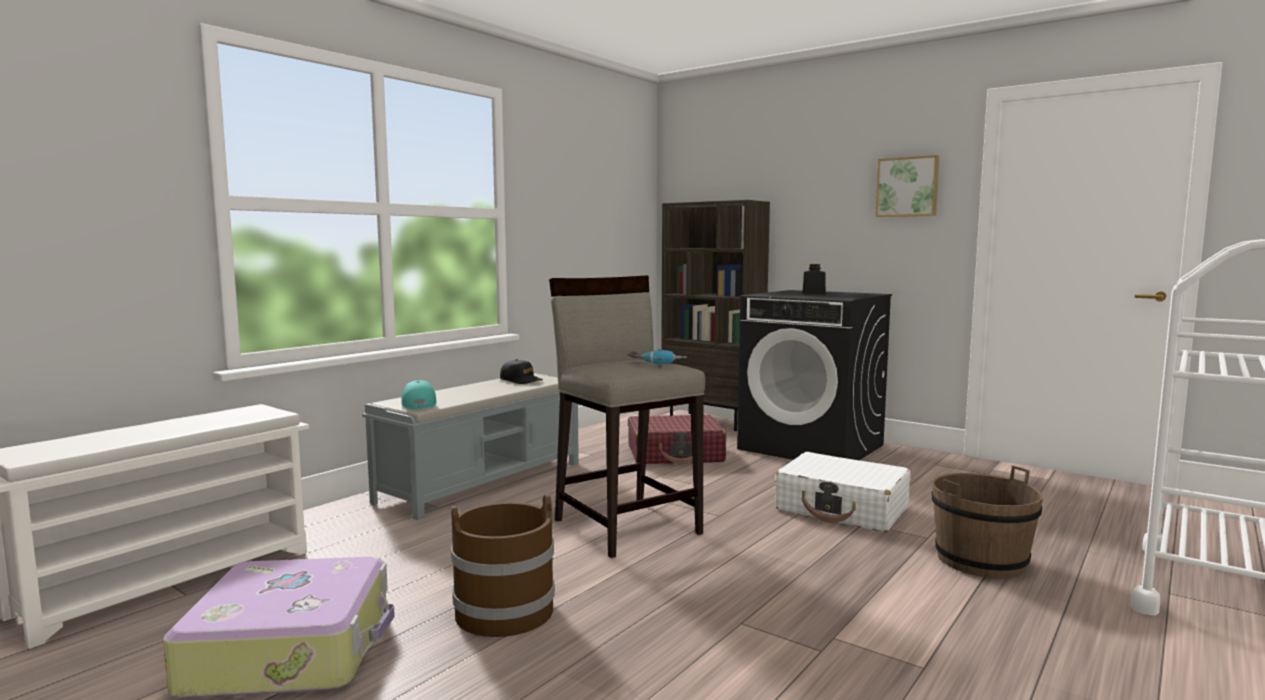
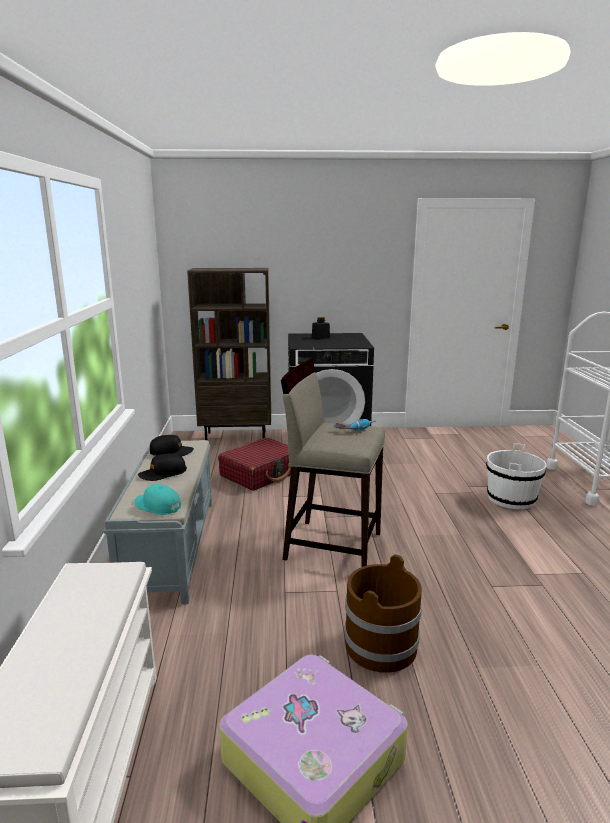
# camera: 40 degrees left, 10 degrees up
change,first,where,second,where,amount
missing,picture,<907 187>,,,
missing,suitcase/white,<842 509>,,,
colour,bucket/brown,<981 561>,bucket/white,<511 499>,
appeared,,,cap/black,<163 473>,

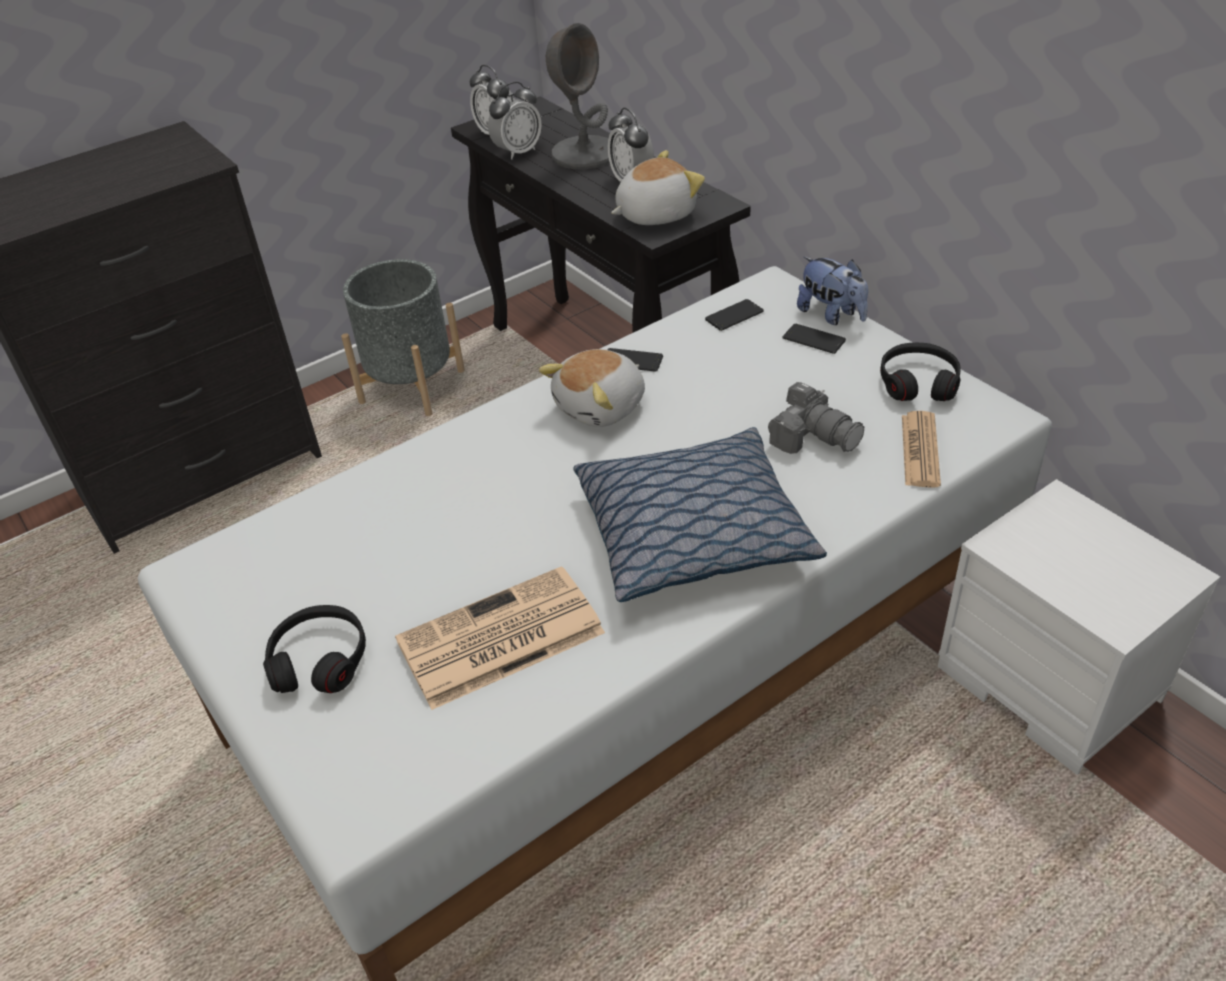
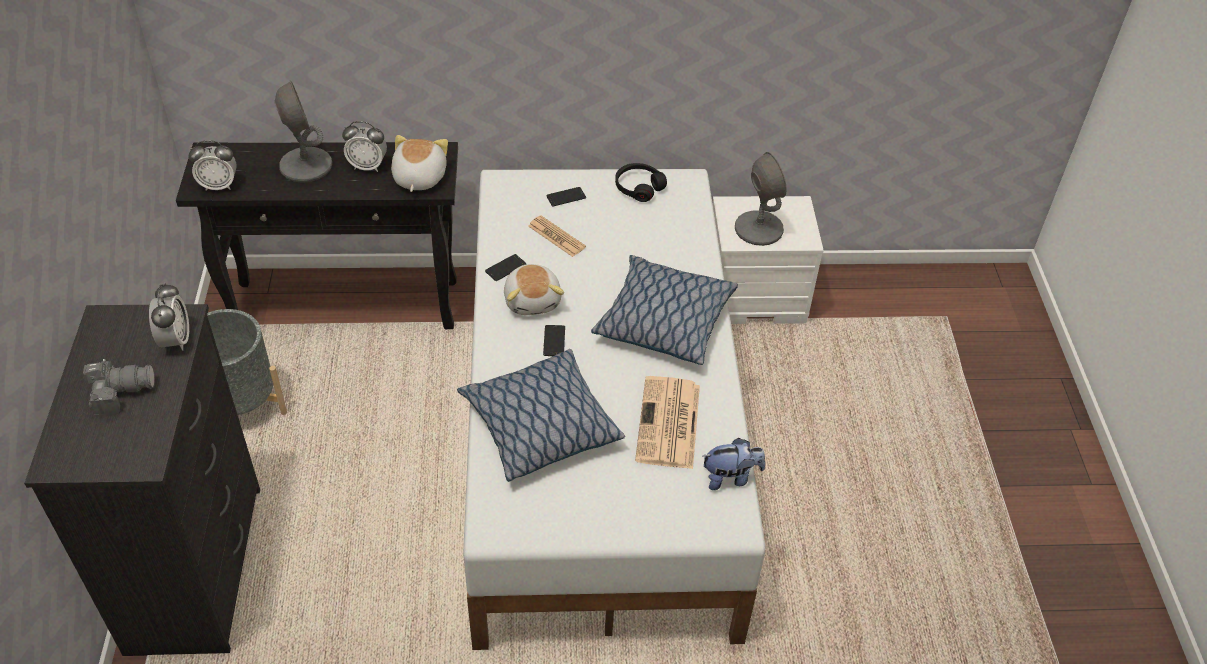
# camera: 60 degrees left, 5 degrees up
change,first,where,second,where,amount
relocated,alarm clock,<518 152>,,<175 340>,
relocated,plush toy,<832 315>,,<730 477>,
relocated,phone,<734 316>,,<554 341>,
relocated,photo camera,<813 436>,,<120 392>,
relocated,newspaper,<920 450>,,<556 237>,
missing,headphones/black,<319 660>,,,
appeared,,,table lamp/grey,<758 229>,
appeared,,,pillow,<540 426>,

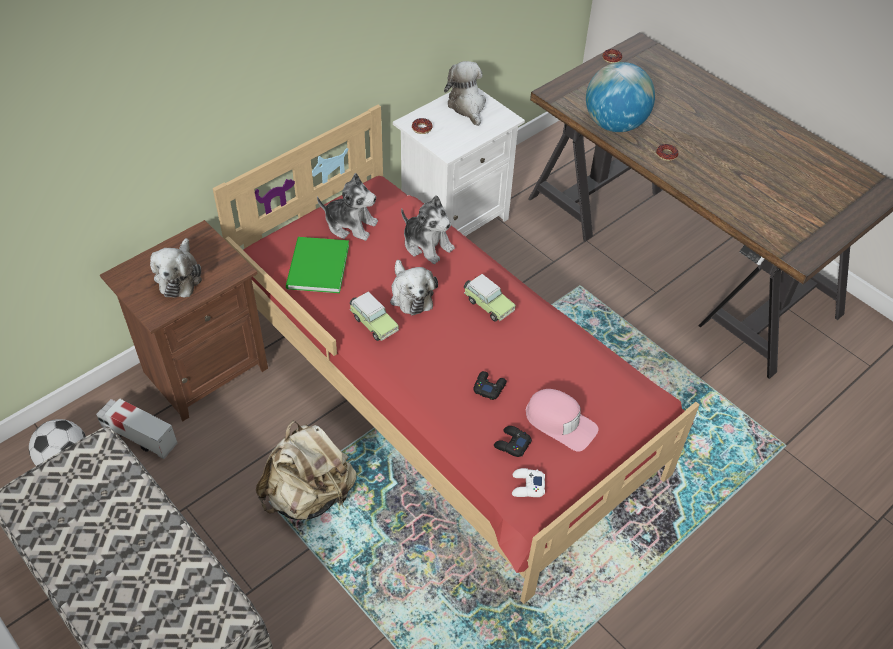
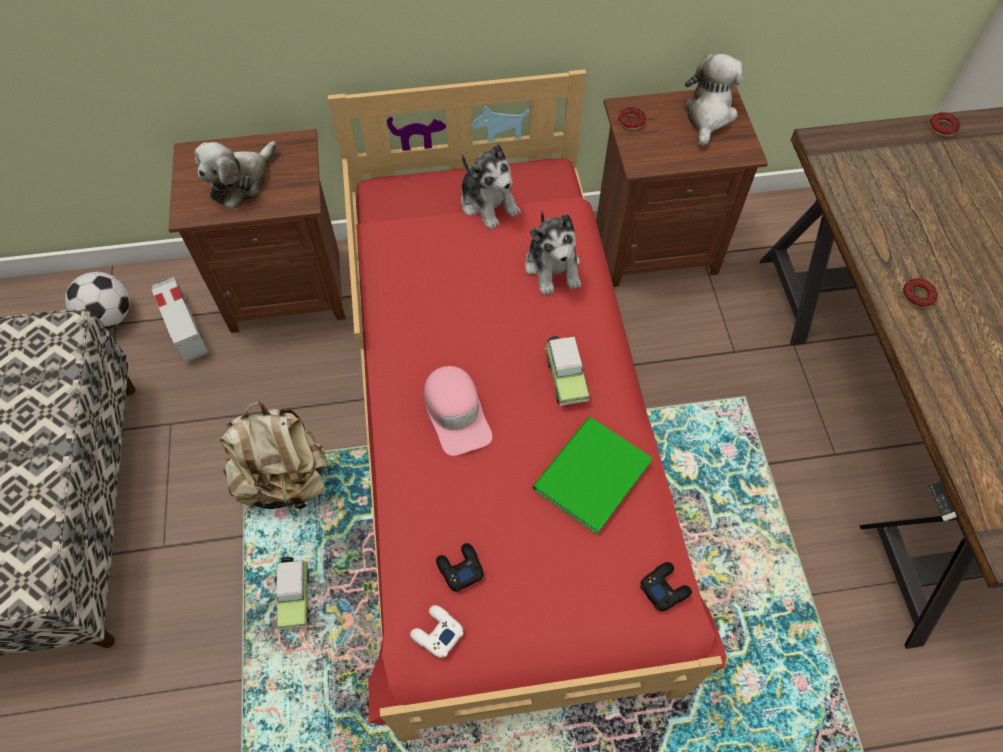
# camera: 35 degrees right, 10 degrees up
change,first,where,second,where,amount
missing,globe,<614 125>,,,
colour,nightstand/white,<453 219>,nightstand/brown,<654 245>,
relocated,book/green,<316 268>,,<588 476>,
missing,plush toy,<410 295>,,,
relocated,toy car,<373 323>,,<295 595>,
relocated,game controller/black,<489 387>,,<664 588>,
relocated,cap/pink,<560 422>,,<456 413>,

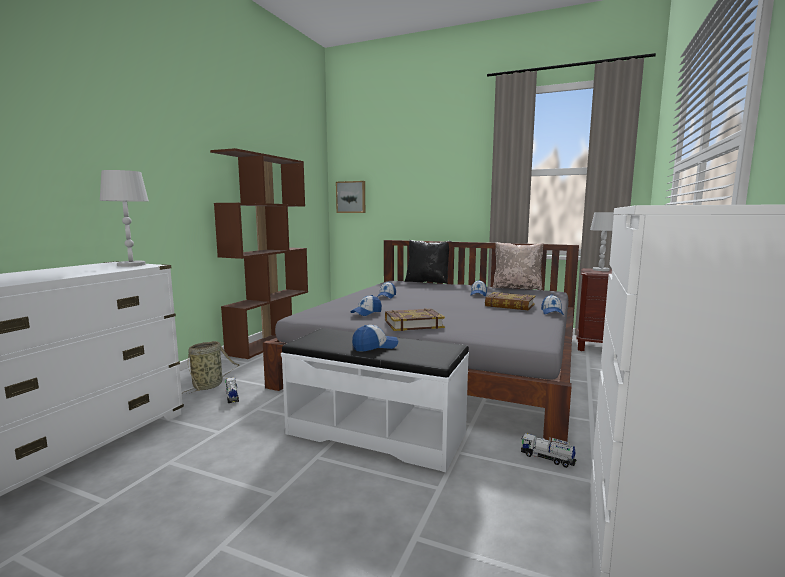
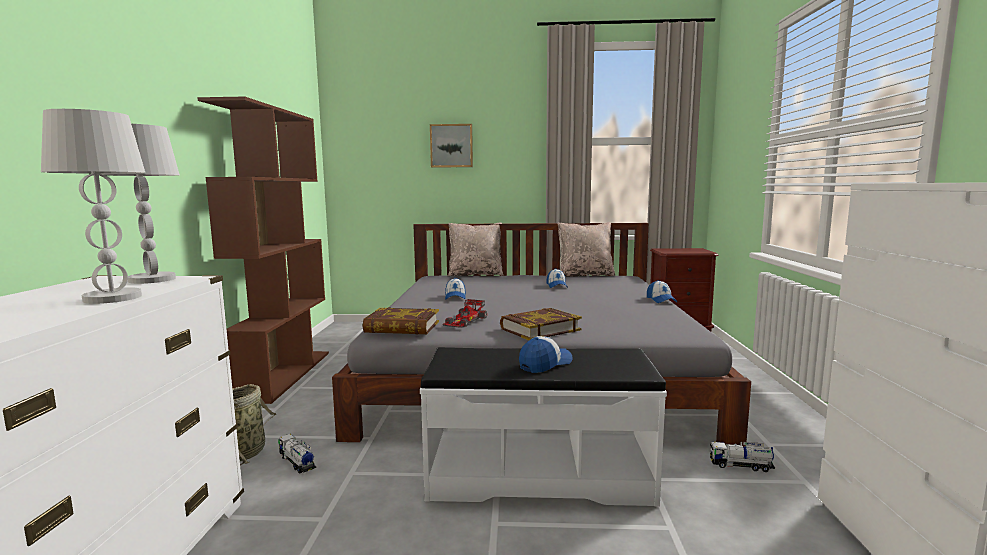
# camera: 20 degrees left, 0 degrees up
change,first,where,second,where,amount
relocated,picture,<351 197>,,<451 146>,
relocated,table lamp/white,<601 270>,,<112 298>,
colour,pillow/black,<427 282>,pillow/beige,<475 274>,
relocated,book,<509 305>,,<402 327>,
exchanged,cap,<366 313>,toy car,<465 320>,

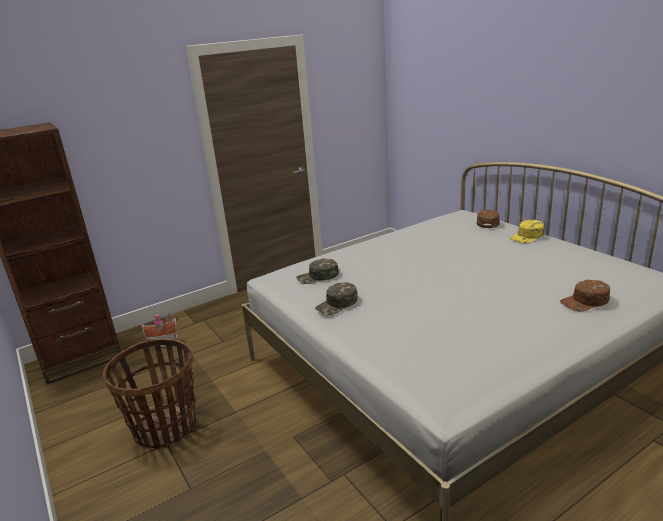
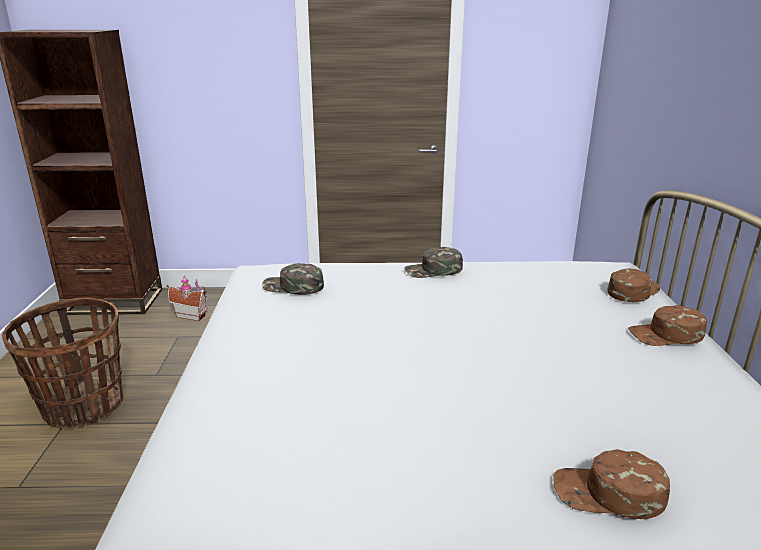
# camera: 30 degrees right, 0 degrees up
change,first,where,second,where,amount
colour,cap/yellow,<527 236>,cap/brown,<666 335>,
relocated,cap/green,<337 304>,,<433 270>,

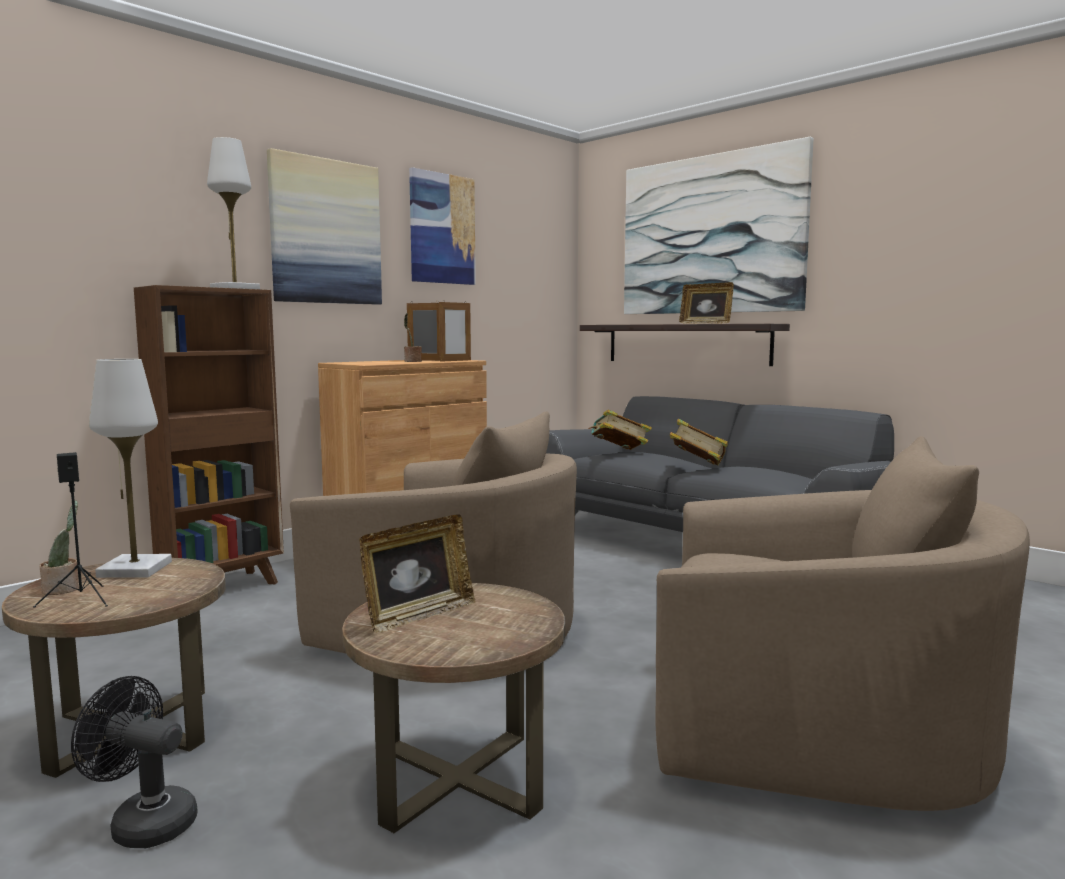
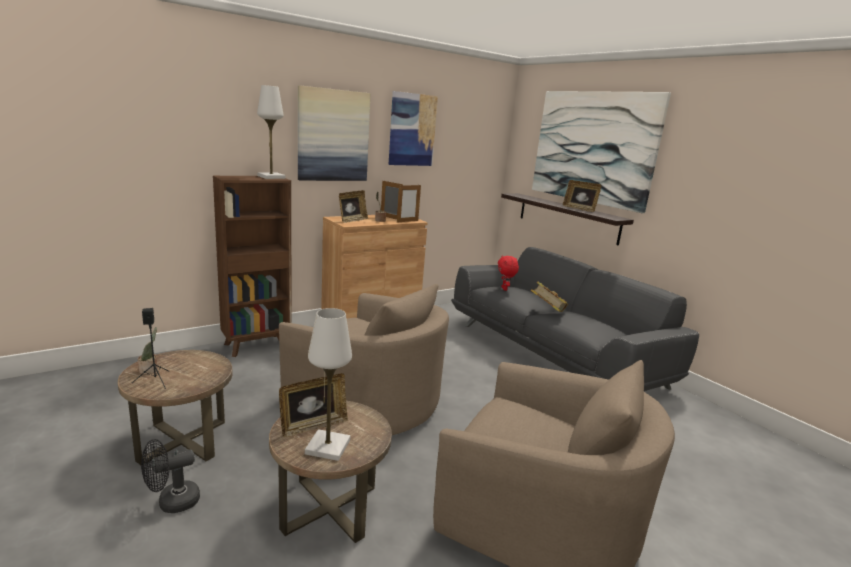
# camera: 10 degrees right, 10 degrees up
change,first,where,second,where,amount
relocated,table lamp/white,<134 569>,,<327 447>,
exchanged,book,<618 452>,plush toy/red,<505 289>,
spun,fan/black,<143 822>,,<172 502>,60 degrees counterclockwise
appeared,,,picture frame,<352 220>,

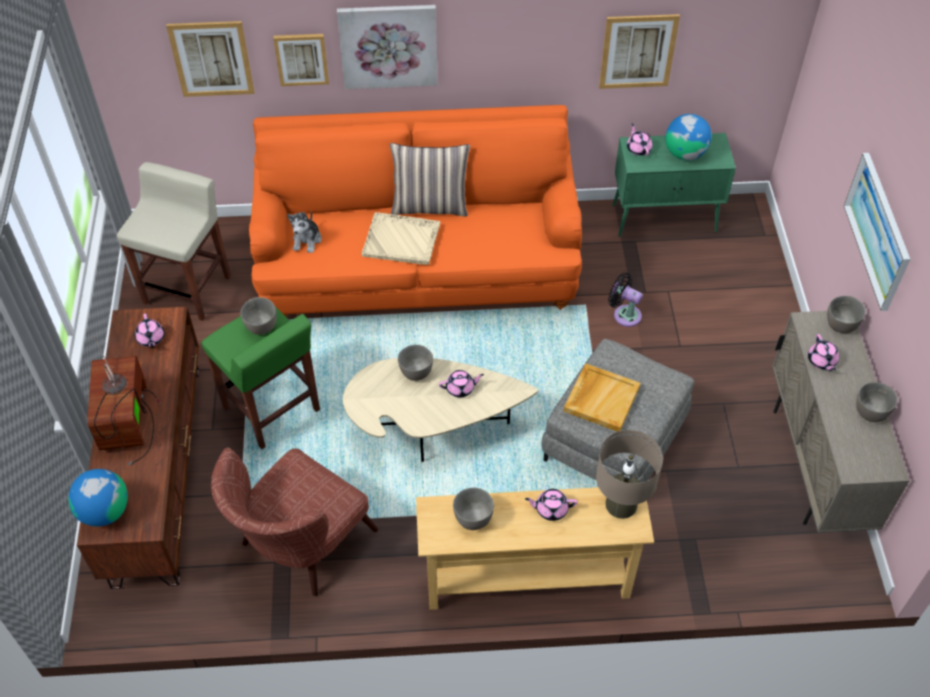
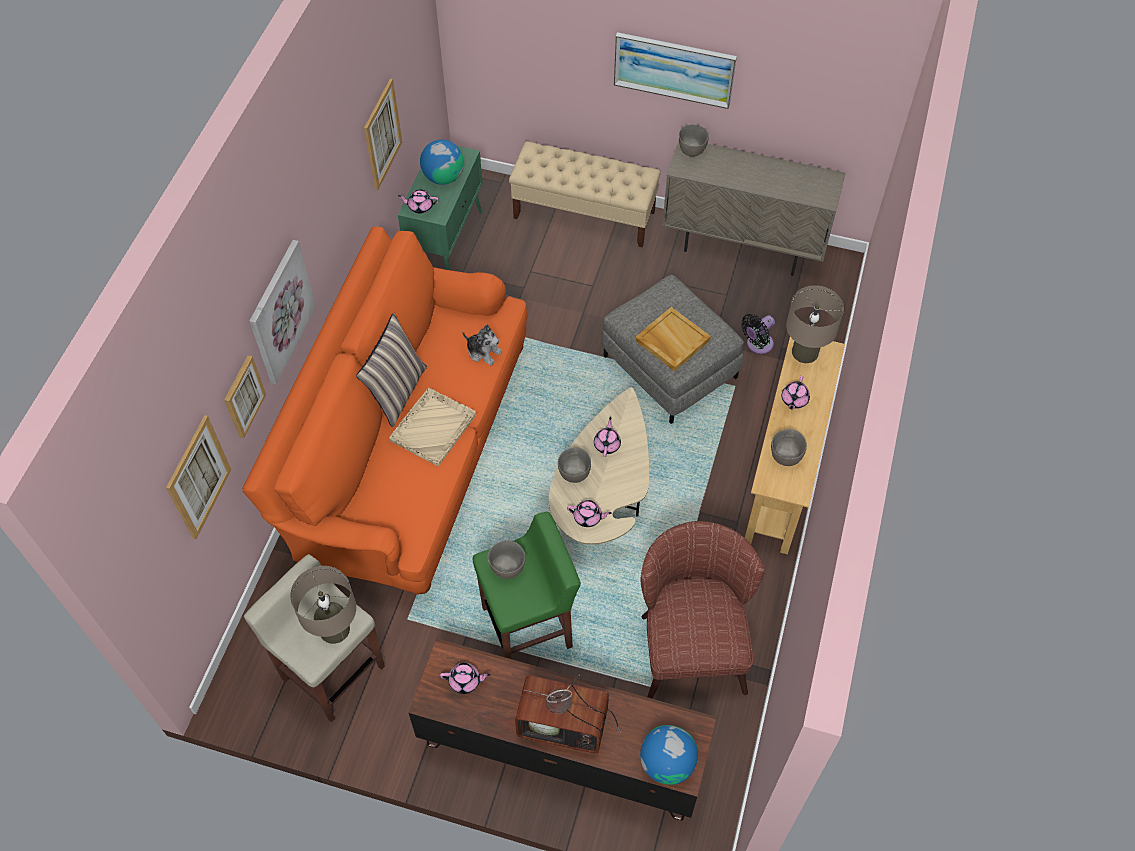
# camera: 70 degrees left, 5 degrees up
change,first,where,second,where,amount
relocated,plush toy,<307 240>,,<483 352>,
relocated,fan/black,<624 314>,,<757 345>,
relocated,teapot/pink,<821 361>,,<588 517>,
missing,bowl/grey,<870 412>,,,
spun,armchair/brown,<299 546>,,<691 641>,150 degrees counterclockwise
appeared,,,bench/beige,<584 215>,
appeared,,,table lamp/beige,<334 629>,

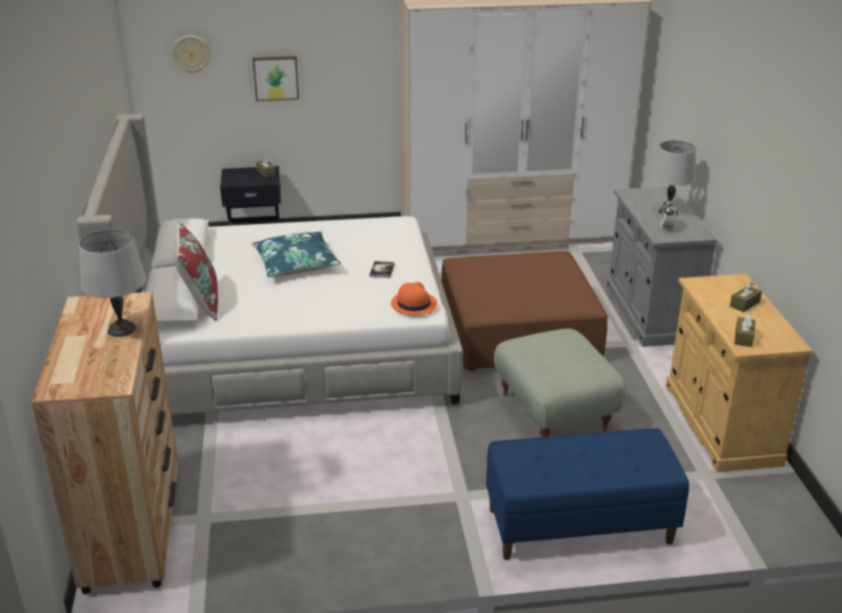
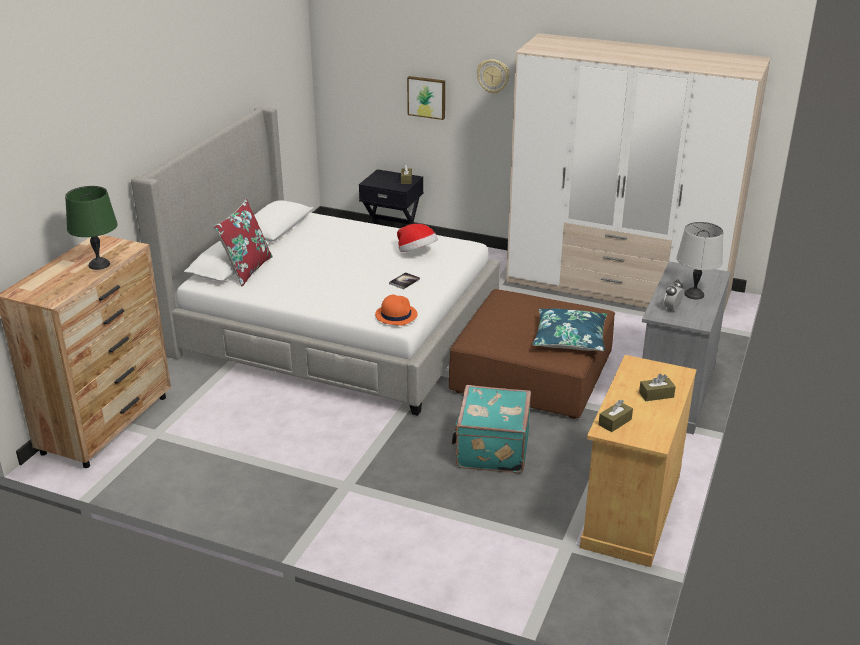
# camera: 30 degrees right, 0 degrees up
change,first,where,second,where,amount
relocated,wall clock,<191 54>,,<493 76>,
colour,table lamp/grey,<121 330>,table lamp/green,<99 265>,
relocated,pillow/blue,<295 264>,,<569 338>,
exchanged,ottoman/grey,<555 413>,suitcase/turquoise,<491 449>,
missing,bench/blue,<579 526>,,,
appeared,,,hat,<416 253>,

